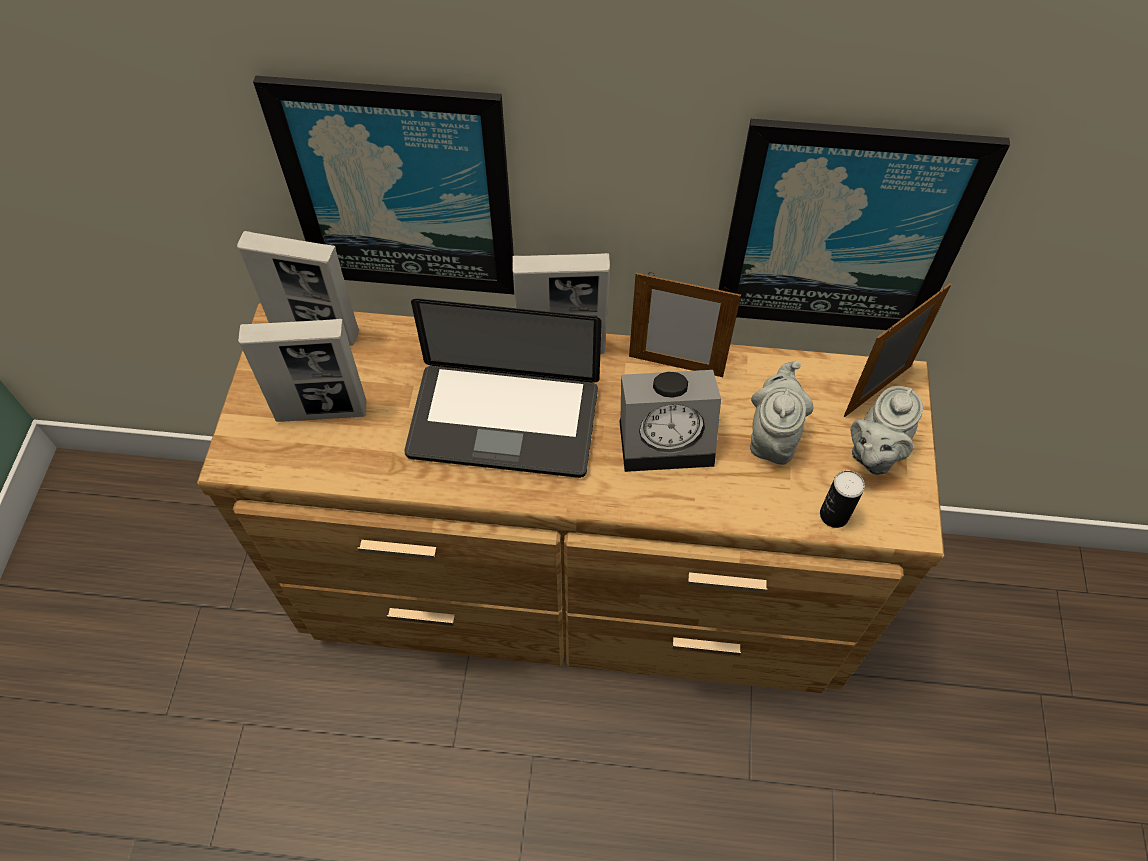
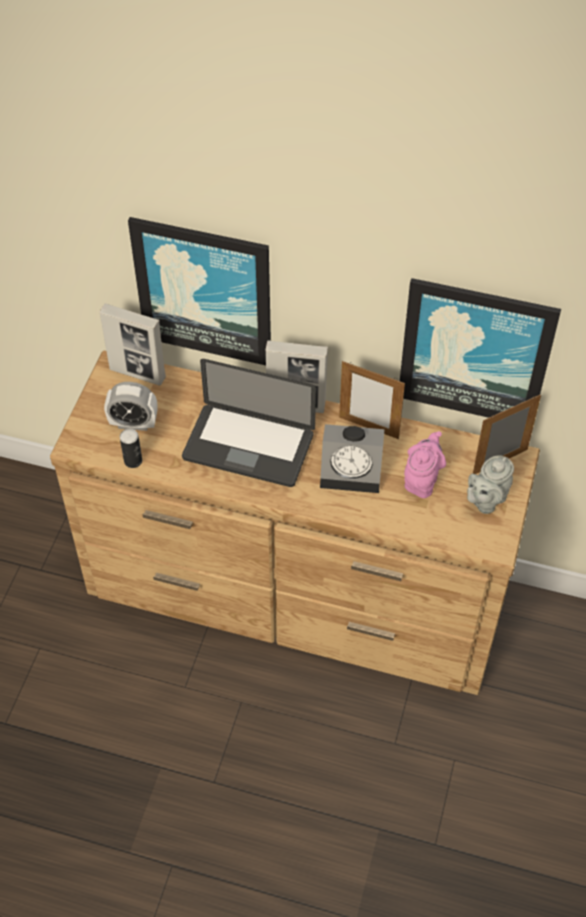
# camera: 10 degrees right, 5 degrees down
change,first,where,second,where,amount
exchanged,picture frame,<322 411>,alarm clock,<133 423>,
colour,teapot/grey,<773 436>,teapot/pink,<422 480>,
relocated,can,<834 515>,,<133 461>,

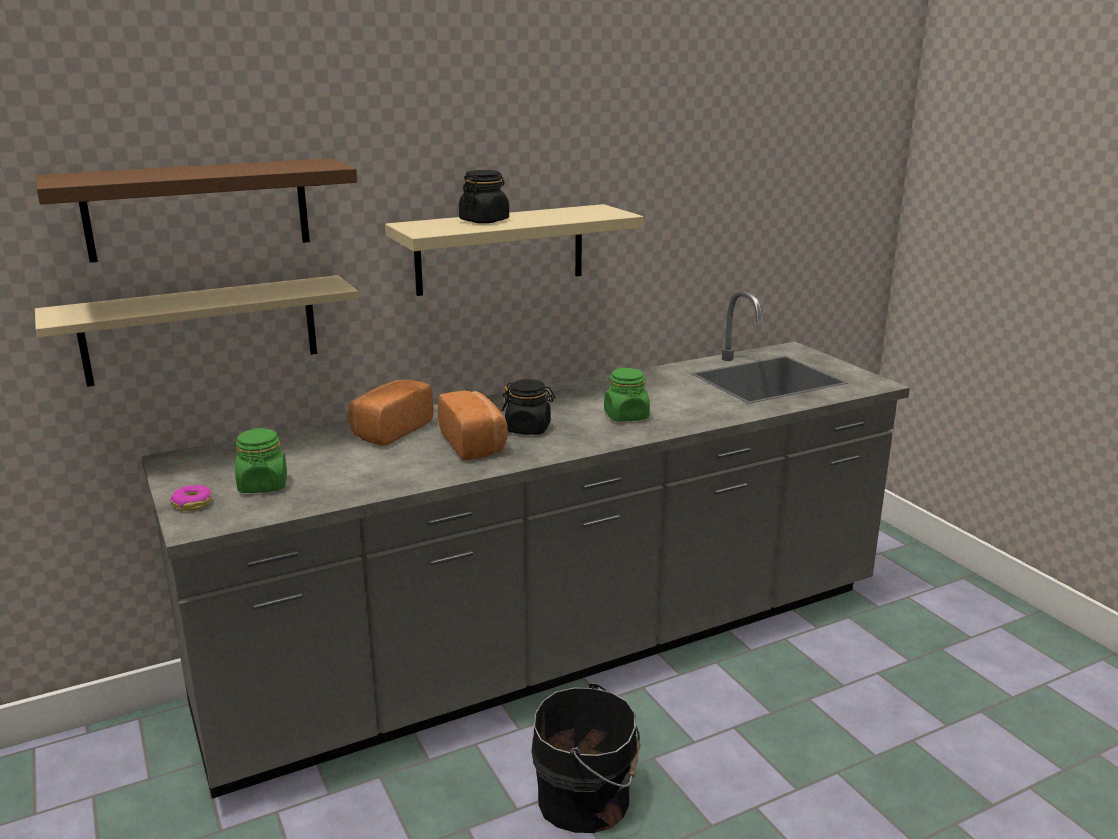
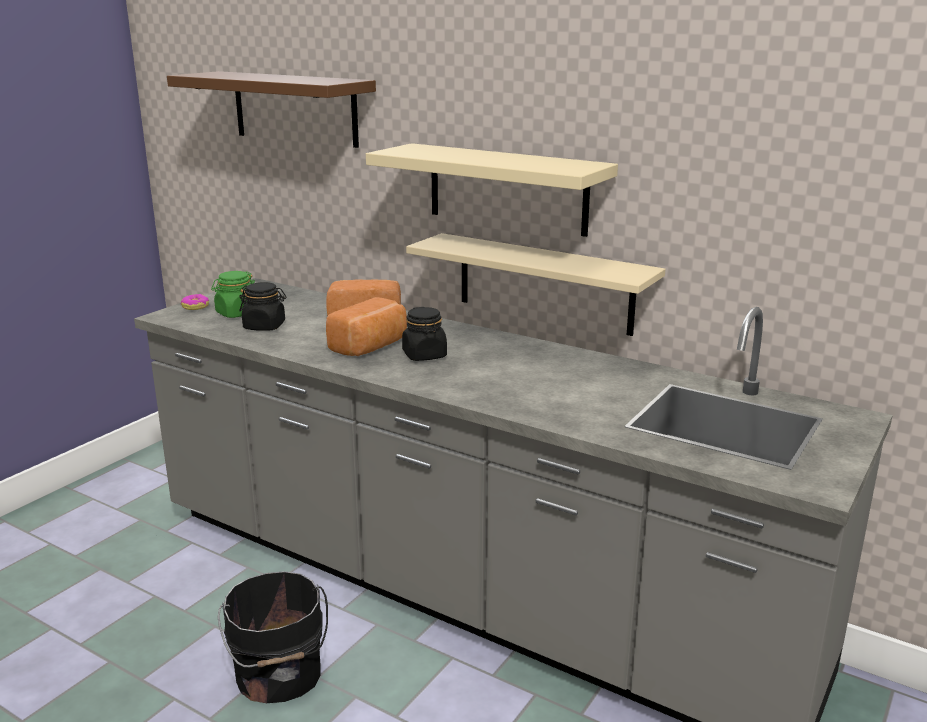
# camera: 60 degrees right, 0 degrees up
change,first,where,second,where,amount
relocated,jar/black,<484 221>,,<264 326>,
relocated,shelf/beige,<201 330>,,<544 283>,
missing,jar/green,<626 416>,,,

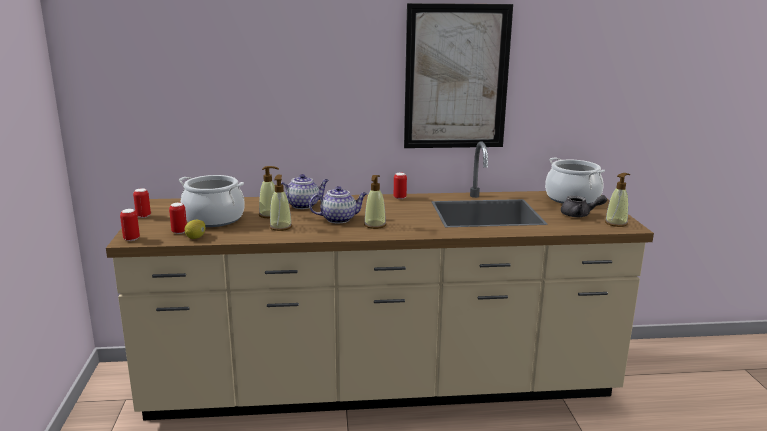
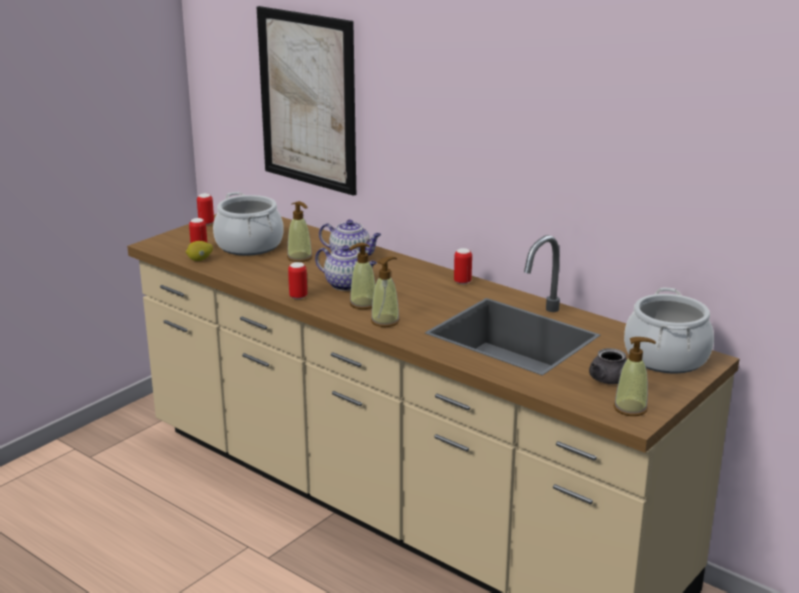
# camera: 45 degrees right, 5 degrees up
change,first,where,second,where,amount
relocated,picture,<456 77>,,<307 100>,
relocated,soap dispenser,<280 227>,,<385 321>,
relocated,can,<131 239>,,<298 296>,

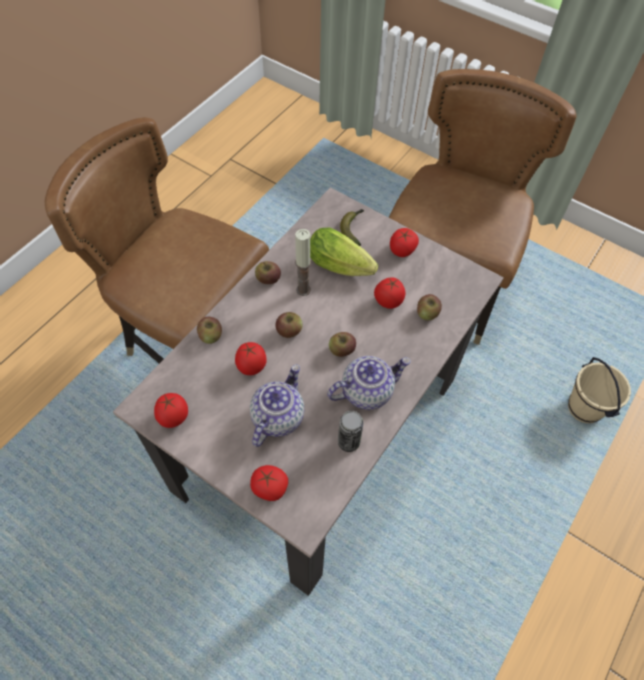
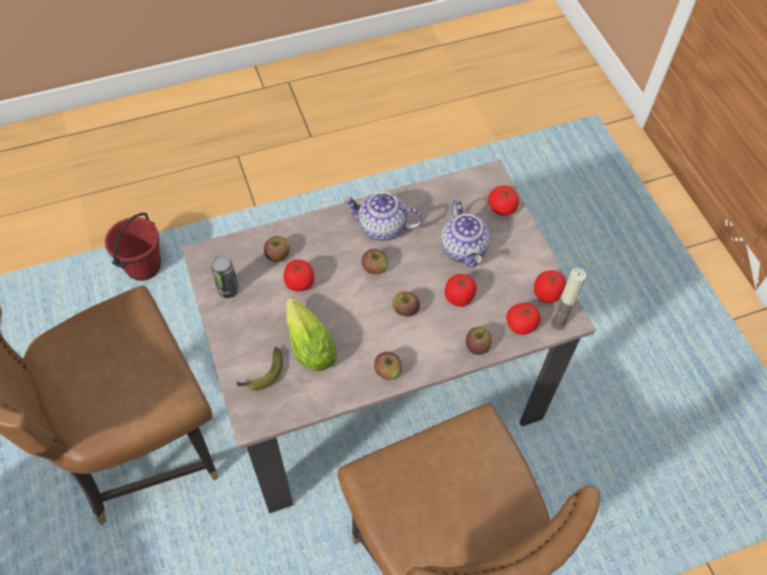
# camera: 145 degrees left, 0 degrees up
change,first,where,second,where,amount
relocated,tomato,<402 250>,,<521 325>,
relocated,candle,<303 290>,,<558 323>,
colour,bucket/beige,<585 408>,bucket/red,<143 267>,
spun,teapot,<277 417>,,<464 249>,75 degrees counterclockwise
relocated,can,<348 442>,,<228 290>,

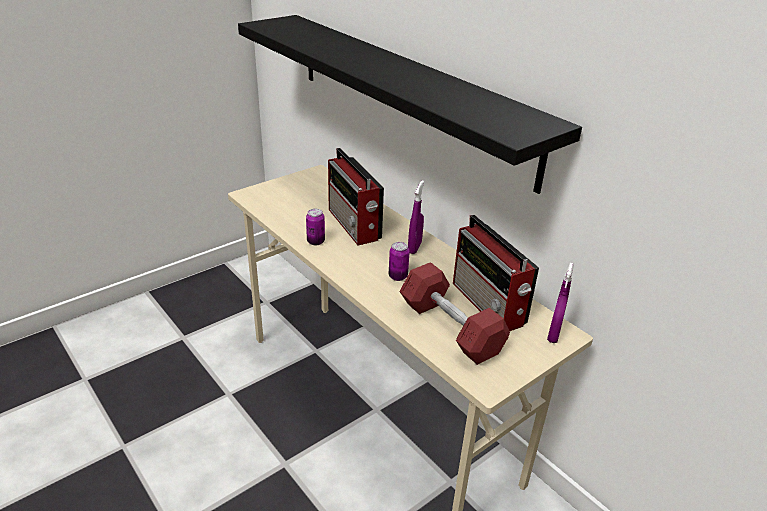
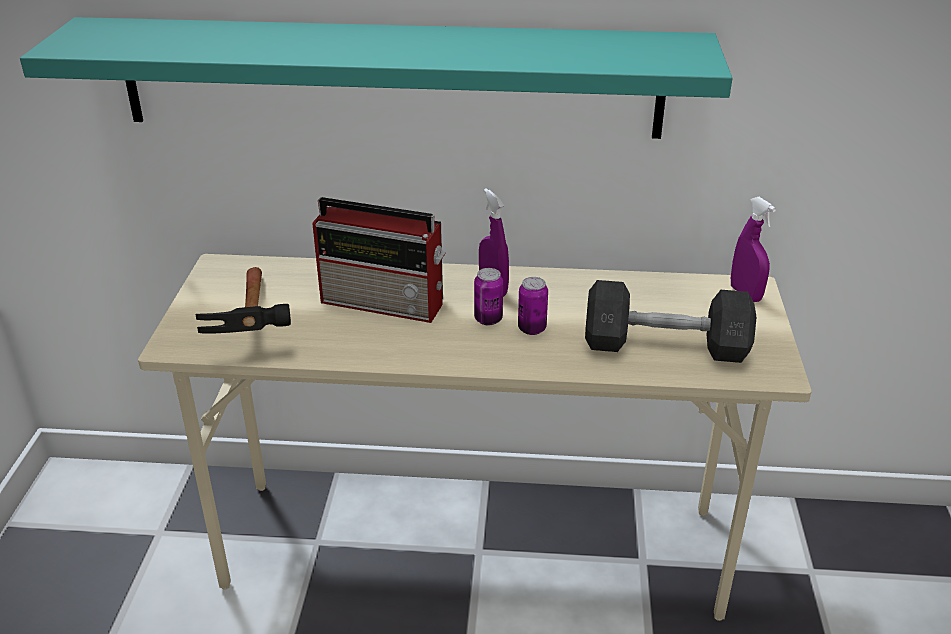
# camera: 45 degrees left, 0 degrees up
change,first,where,second,where,amount
colour,shelf/black,<407 93>,shelf/turquoise,<390 78>,
relocated,can,<315 241>,,<488 319>,
missing,radio,<489 305>,,,
colour,dumbbell/red,<450 328>,dumbbell/grey,<665 346>,
appeared,,,hammer,<256 331>,

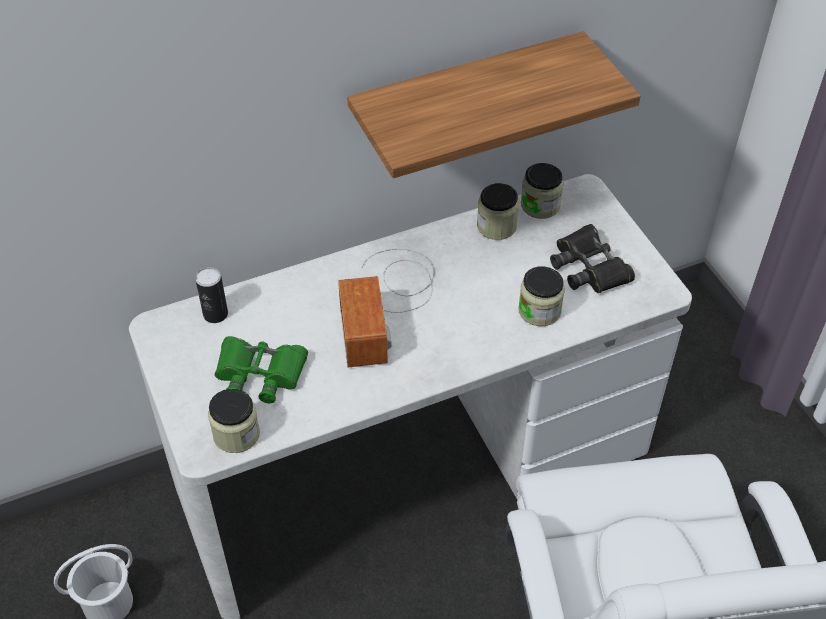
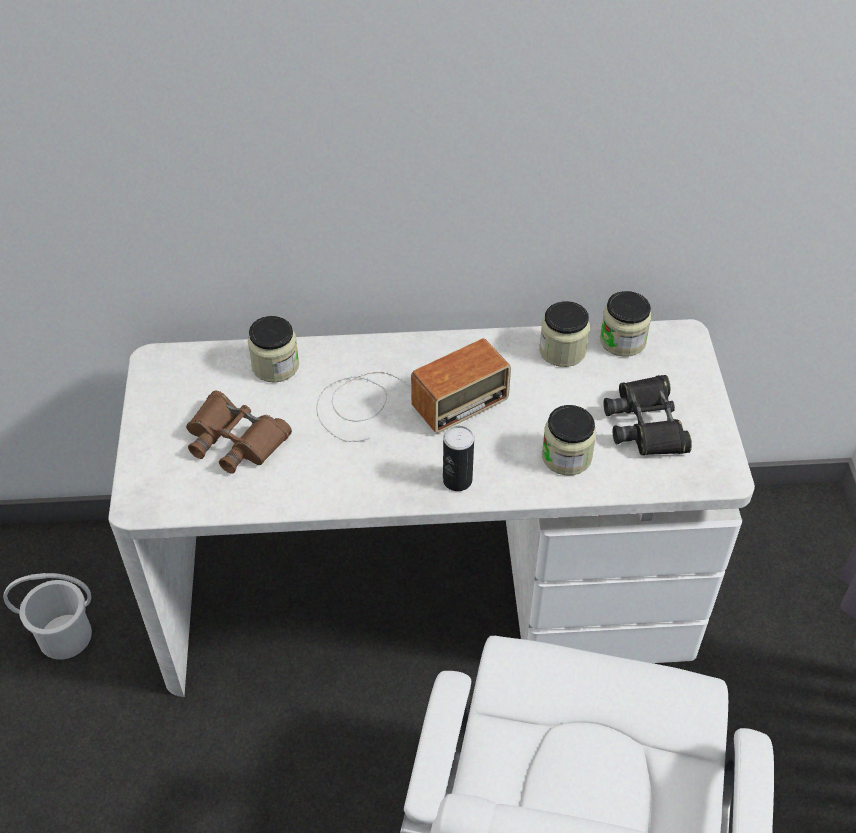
# camera: 20 degrees right, 0 degrees up
change,first,where,second,where,amount
missing,shelf,<467 99>,,,
spun,radio,<387 303>,,<403 402>,135 degrees counterclockwise
relocated,can,<215 314>,,<457 480>,
colour,binoculars/green,<260 374>,binoculars/brown,<235 439>,
relocated,jar,<236 434>,,<275 366>,

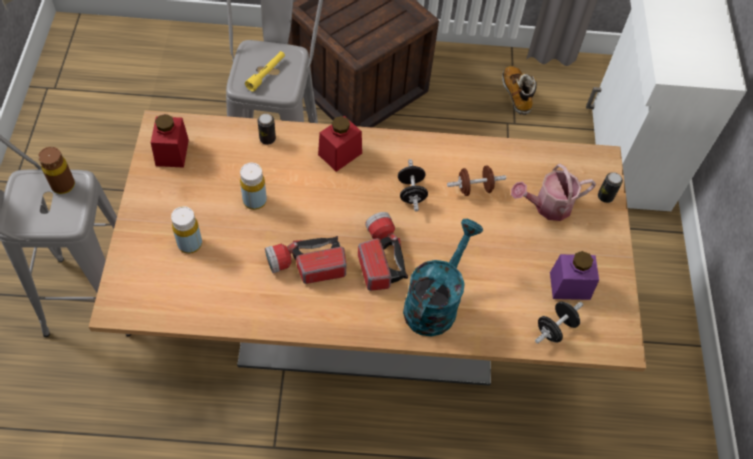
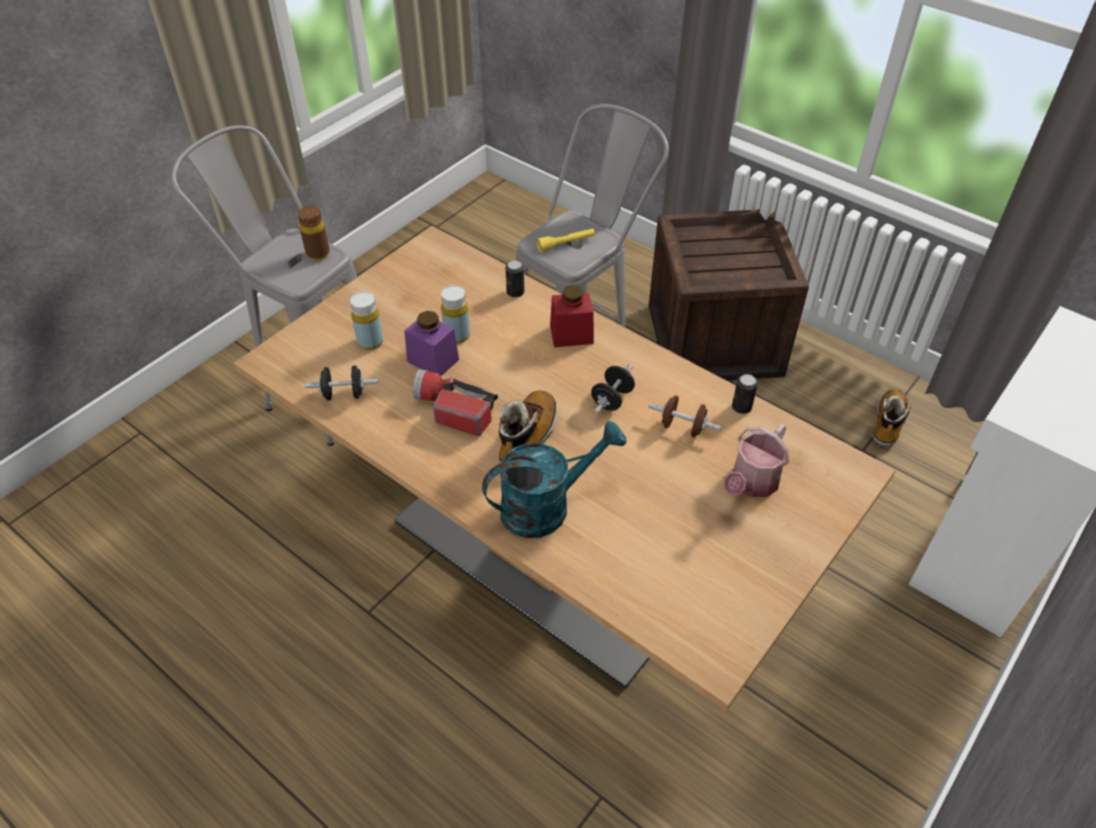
# camera: 40 degrees right, 10 degrees down
change,first,where,second,where,amount
missing,jar/red,<172 152>,,,
spun,watering can,<547 206>,,<751 483>,75 degrees counterclockwise
relocated,can,<605 196>,,<741 407>,
exchanged,flashlight,<379 257>,boot,<528 438>,
relocated,jar/purple,<569 286>,,<433 360>,
relocated,dumbbell/black,<555 328>,,<344 394>,

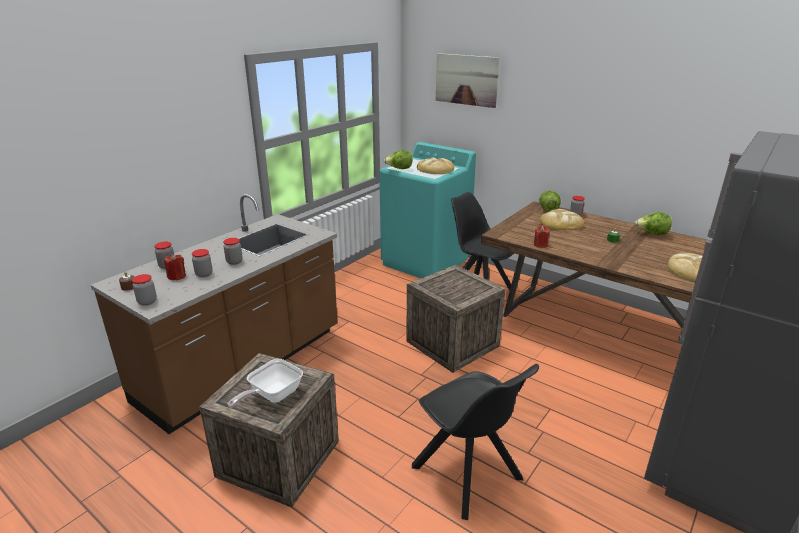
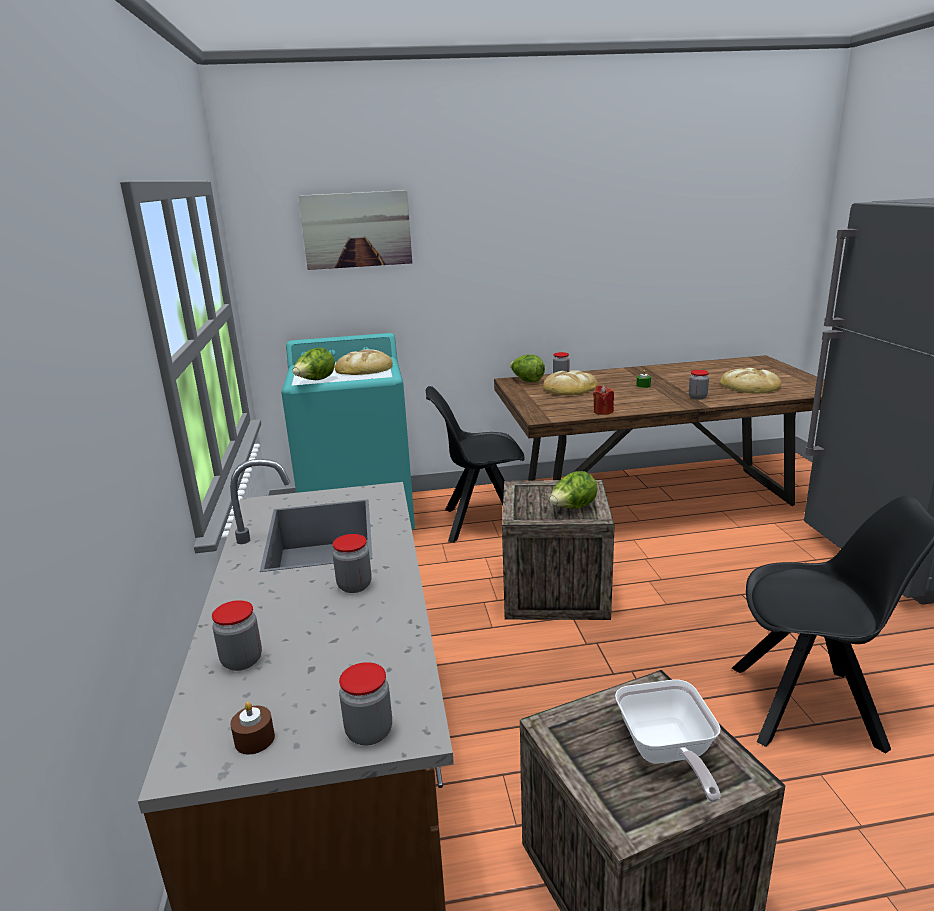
# camera: 45 degrees left, 5 degrees down
change,first,where,second,where,amount
relocated,lettuce,<651 234>,,<572 508>,
relocated,jar,<204 274>,,<697 397>,
missing,candle/red,<177 276>,,,

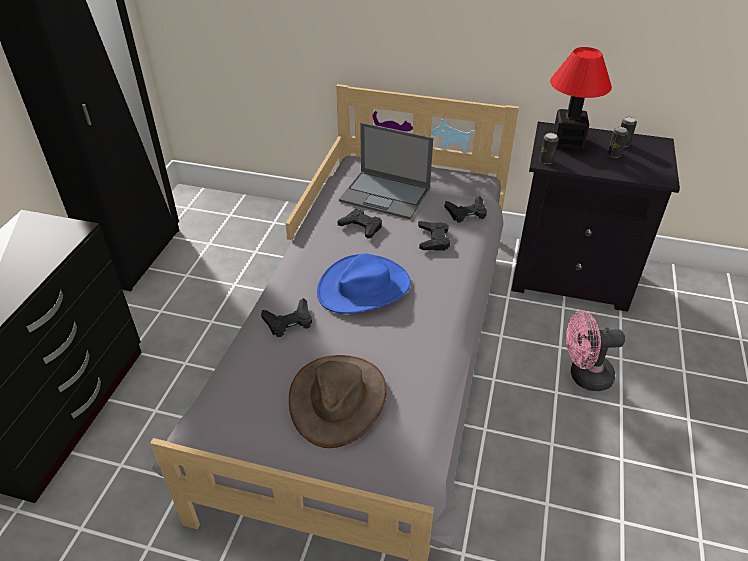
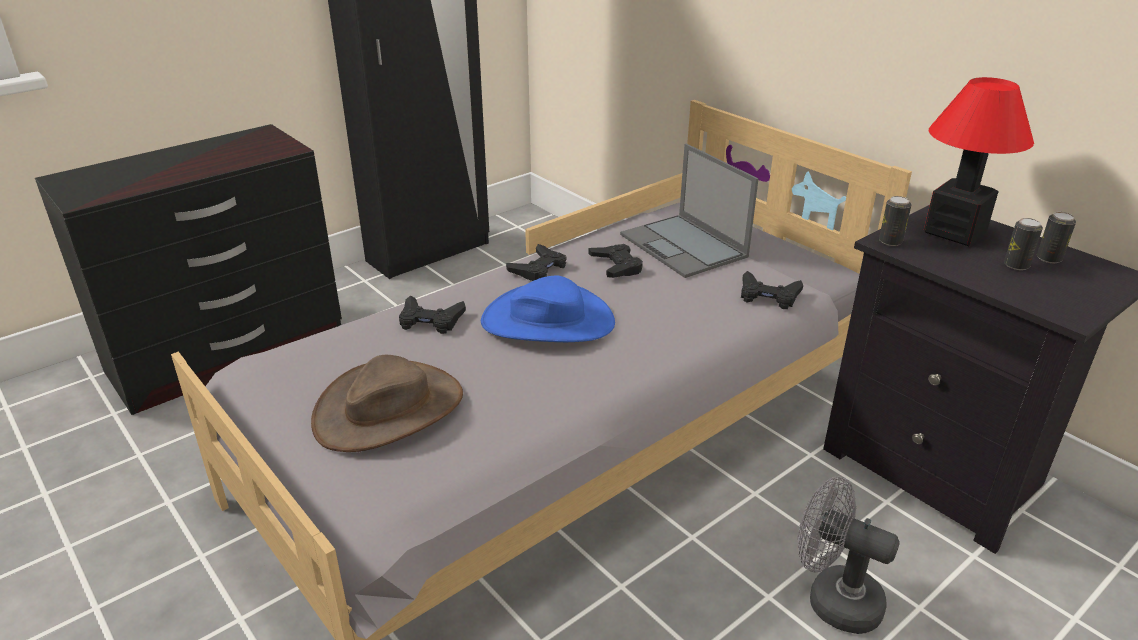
# camera: 35 degrees right, 10 degrees down
change,first,where,second,where,amount
relocated,game controller/black,<433 239>,,<538 269>,
colour,fan/pink,<583 376>,fan/grey,<832 599>,

